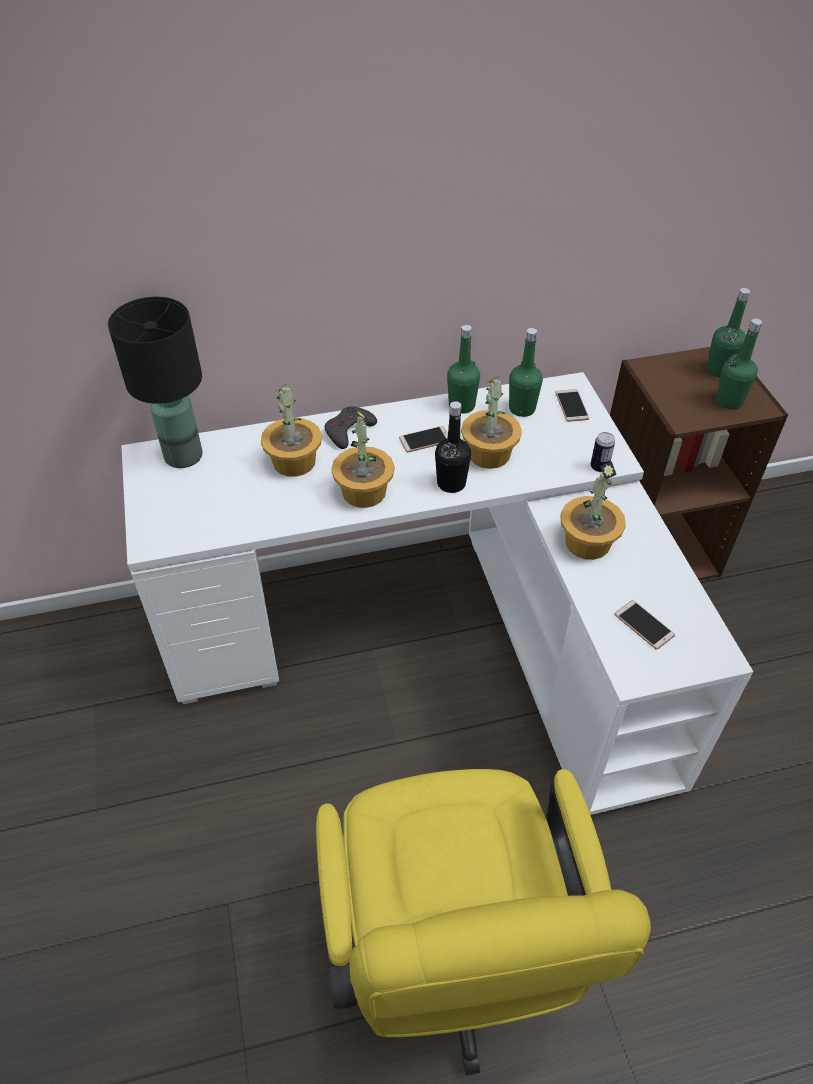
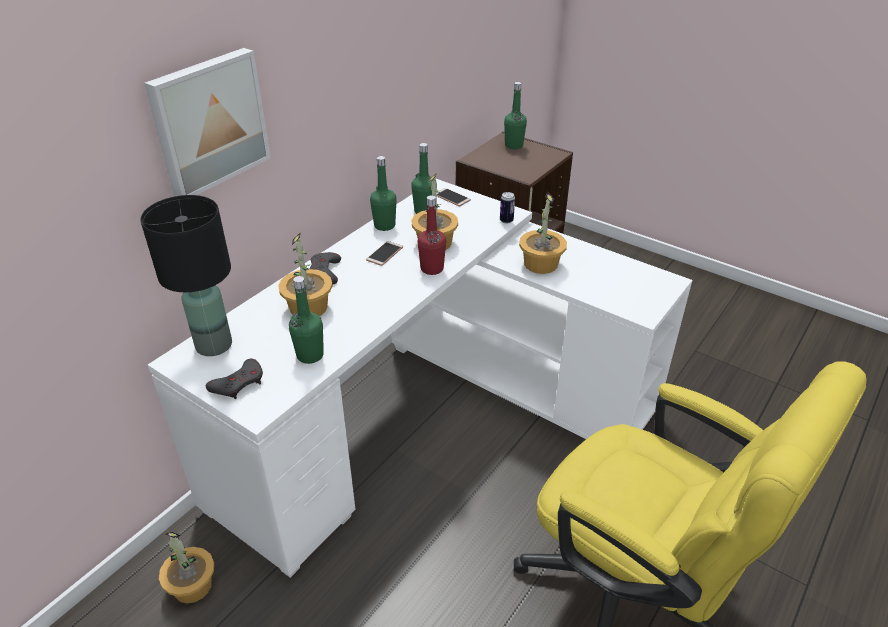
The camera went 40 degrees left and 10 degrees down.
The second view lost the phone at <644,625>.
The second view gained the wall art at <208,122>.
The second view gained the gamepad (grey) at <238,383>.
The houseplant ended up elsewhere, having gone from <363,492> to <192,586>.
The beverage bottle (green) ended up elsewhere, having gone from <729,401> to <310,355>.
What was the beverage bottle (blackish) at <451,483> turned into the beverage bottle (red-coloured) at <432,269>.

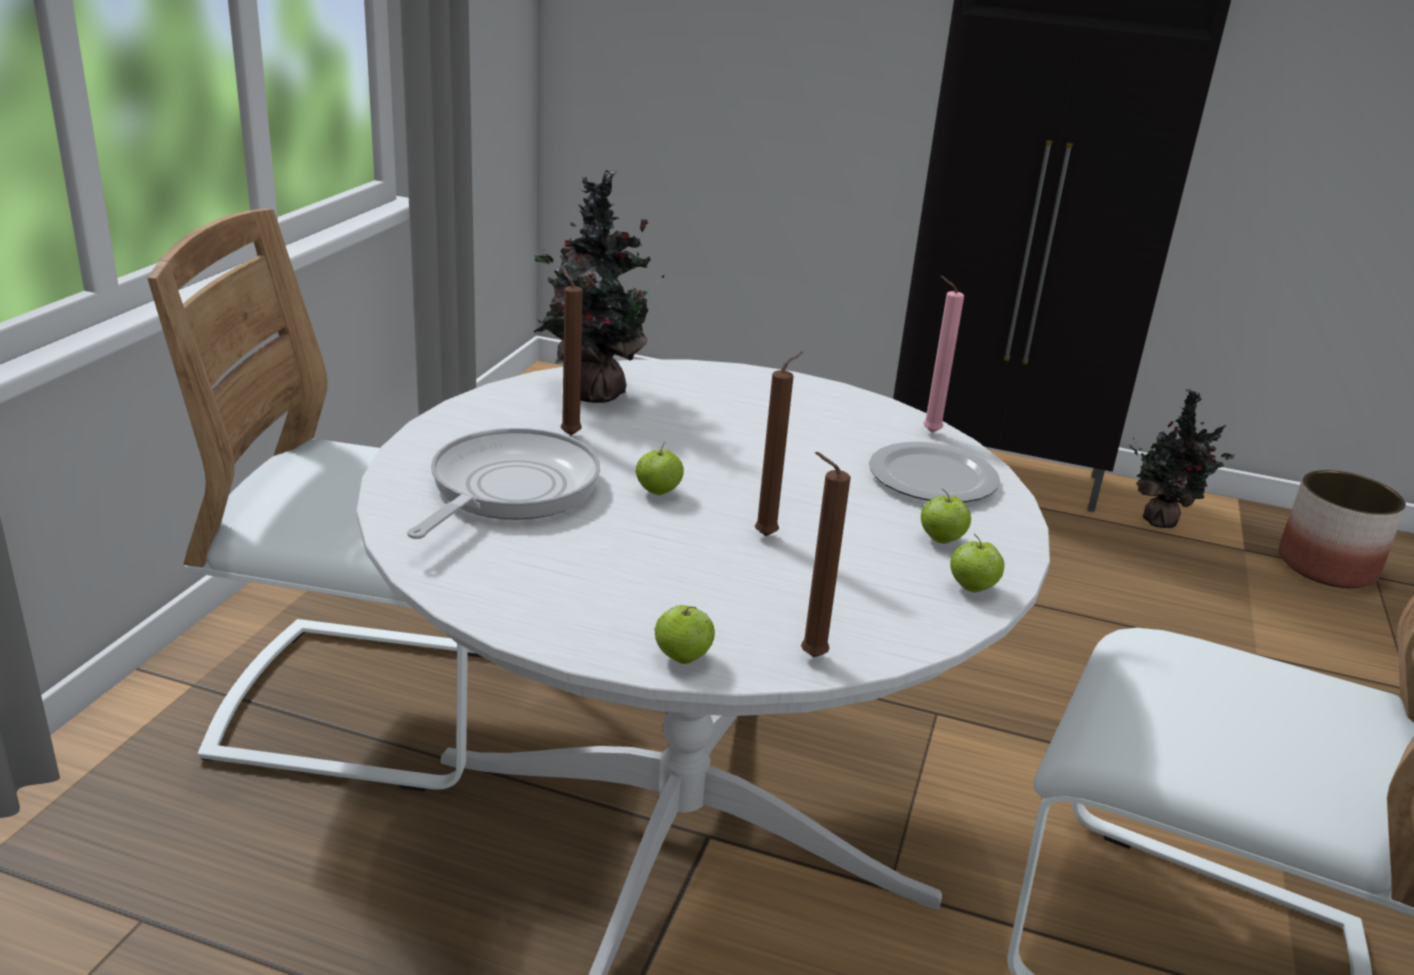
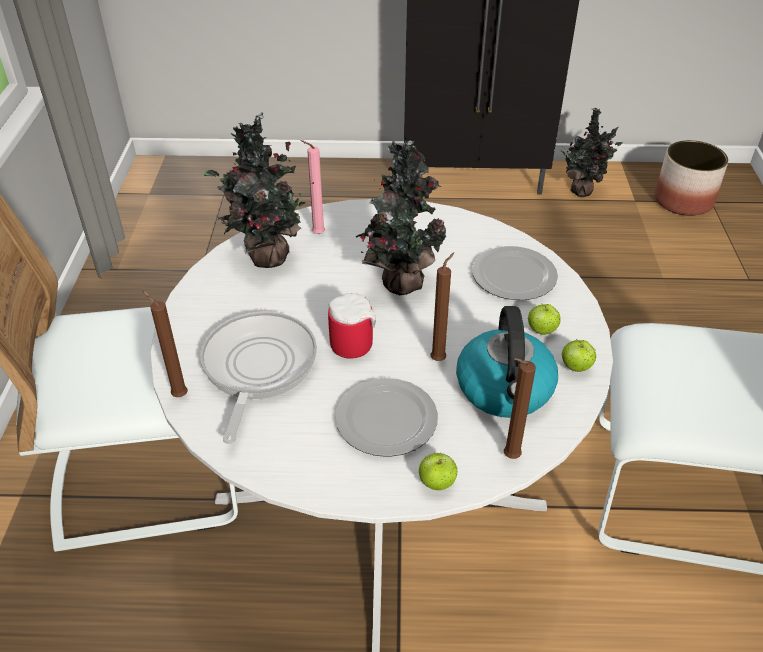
The camera went 15 degrees left and 15 degrees up.
The second view gained the flat dish at <387,418>.
The second view gained the houseplant at <399,282>.
The second view gained the water kettle at <505,390>.
The wax light (brownish) ended up elsewhere, having gone from <568,434> to <178,395>.
The wax light (pink-coloured) ended up elsewhere, having gone from <928,432> to <316,234>.
Where the whole apple stood at <658,492>, the tea mug came to stand at <354,340>.

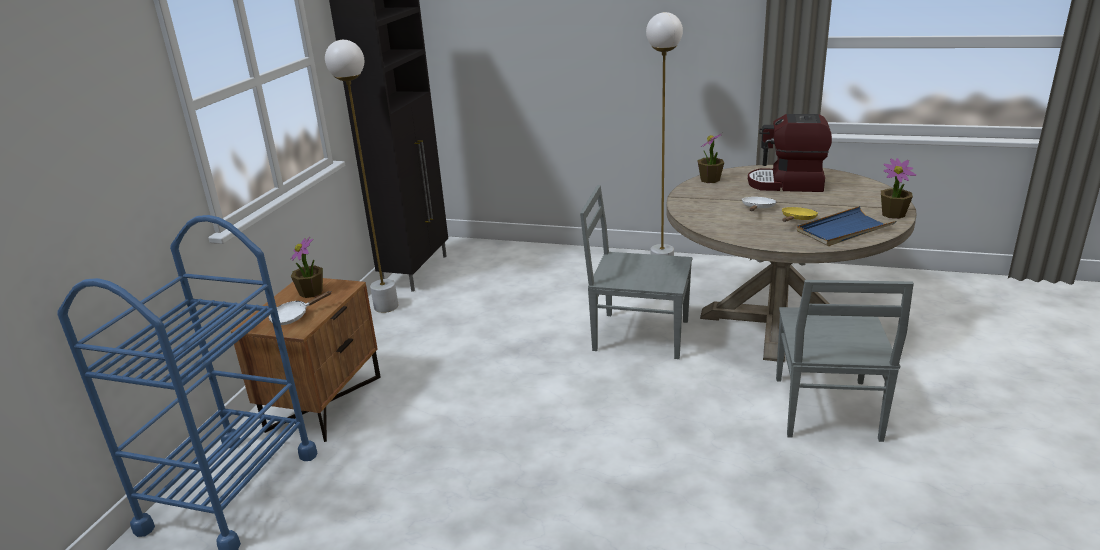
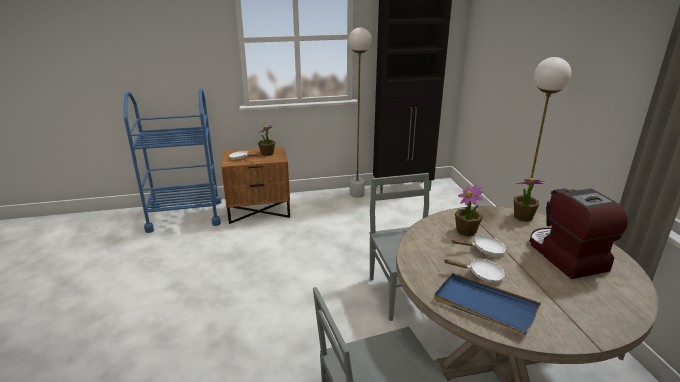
The camera went 60 degrees right and 0 degrees up.
The houseplant ended up elsewhere, having gone from <893,214> to <466,231>.
What was the frying pan (yellow) at <797,219> turned into the frying pan (whitish) at <481,274>.

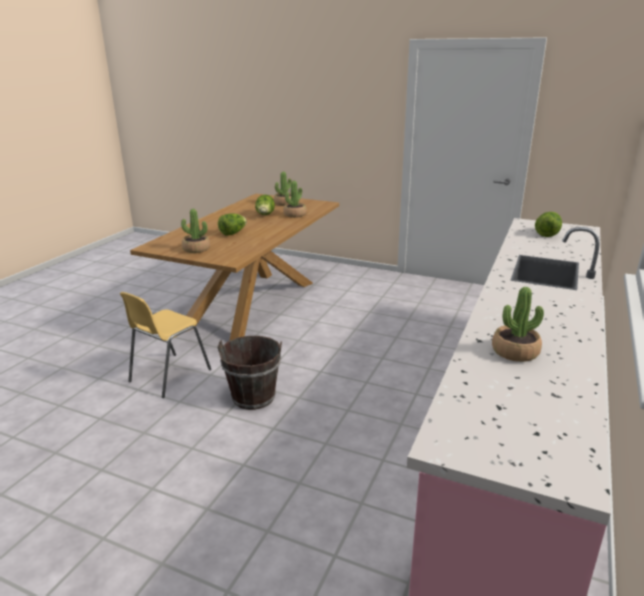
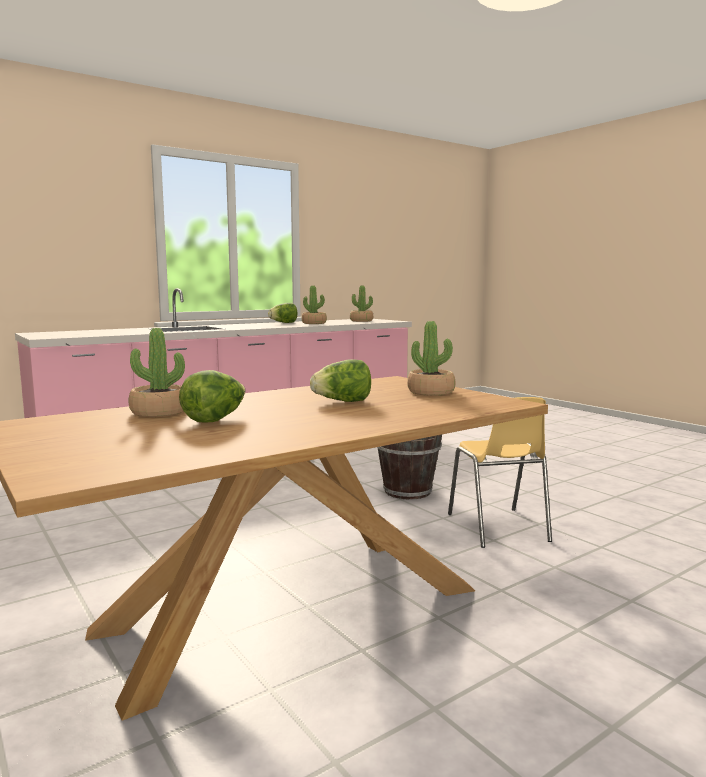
The camera went 150 degrees left and 15 degrees down.
The houseplant ended up elsewhere, having gone from <284,203> to <361,321>.
The lettuce head ended up elsewhere, having gone from <547,234> to <283,323>.
The plain chair (yellow) at <169,375> ended up facing another way, 105 degrees clockwise from before.

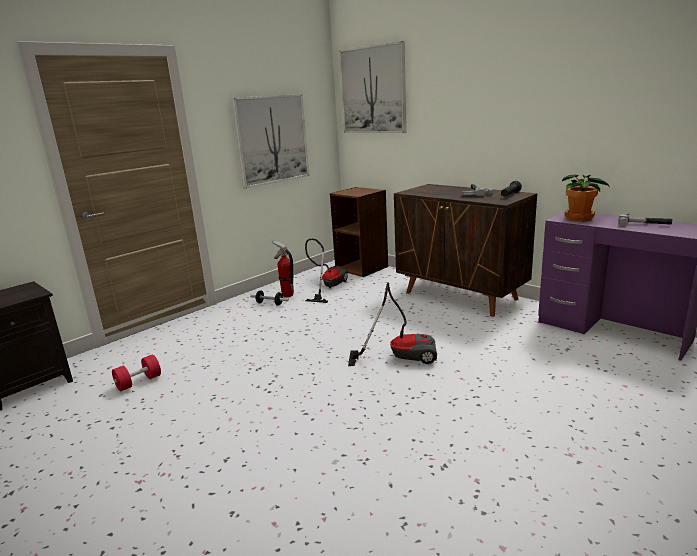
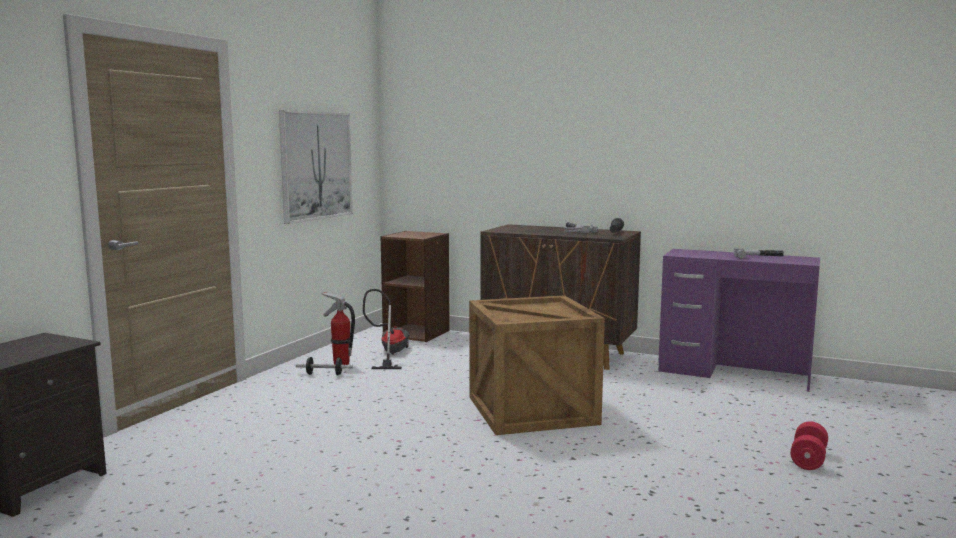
The camera went 20 degrees left and 10 degrees down.
The second view lost the wall art at <373,90>.
The second view lost the houseplant at <580,218>.
The dumbbell (red-coloured) ended up elsewhere, having gone from <139,382> to <808,459>.
Where the vacuum cleaner stood at <401,356>, the crate came to stand at <534,410>.

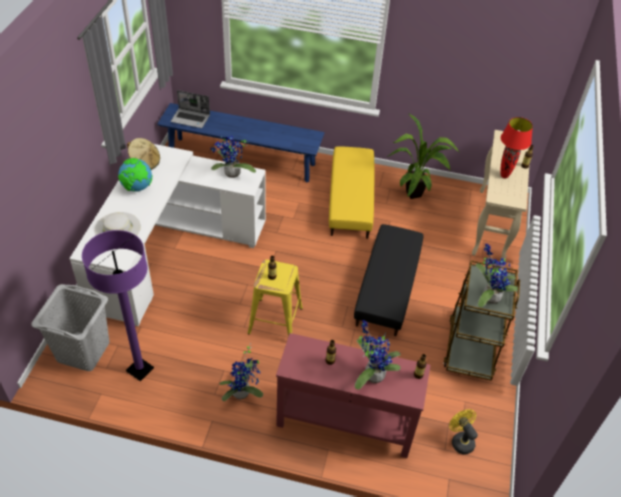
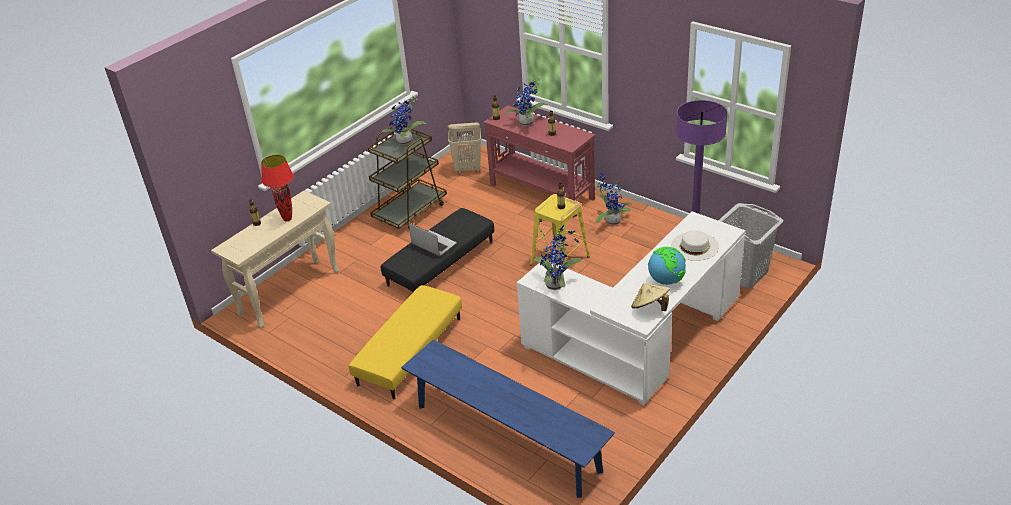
The camera went 150 degrees left and 10 degrees down.
The second view lost the houseplant at <414,196>.
The notebook computer ended up elsewhere, having gone from <191,119> to <433,244>.
Where the cooling fan (yellow) stood at <460,440>, the laundry basket (beige-coloured) came to stand at <468,169>.

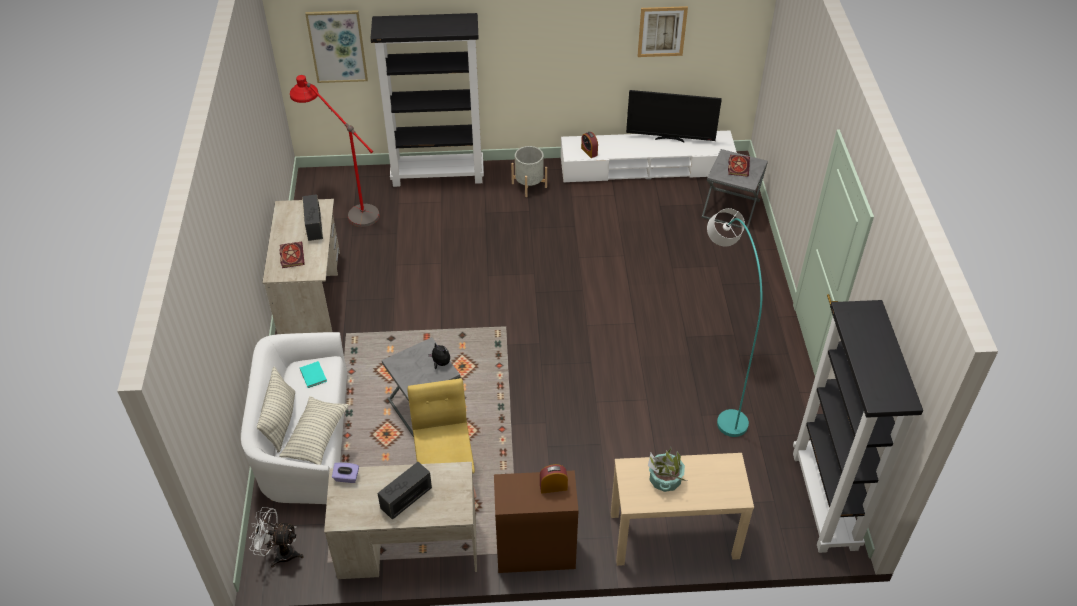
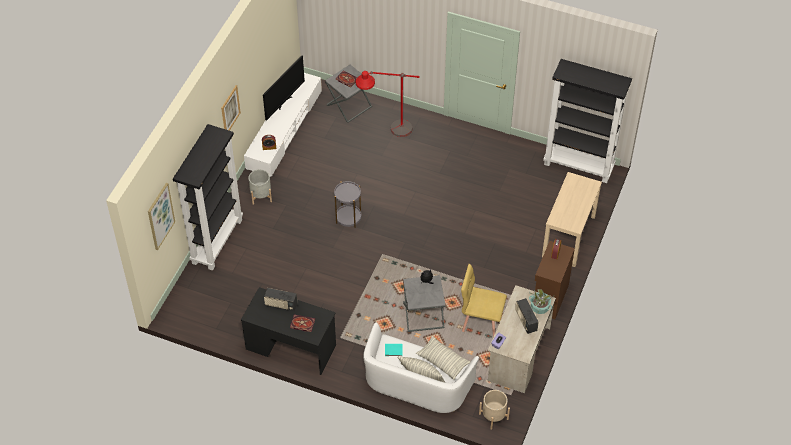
The camera went 65 degrees left and 5 degrees up.
The second view lost the standard lamp (blue-green) at <717,379>.
The second view gained the side table (grey) at <348,218>.
The standard lamp (red-coloured) ended up elsewhere, having gone from <347,206> to <387,134>.
The wall art ended up elsewhere, having gone from <662,31> to <230,110>.
The houseplant ended up elsewhere, having gone from <665,479> to <539,307>.
Where the cooling fan (whitish) stood at <279,553>, the flower pot (beige-coloured) came to stand at <493,416>.
What was the desk unit (beige-coloured) at <310,293> turned into the desk unit (blackish) at <291,347>.

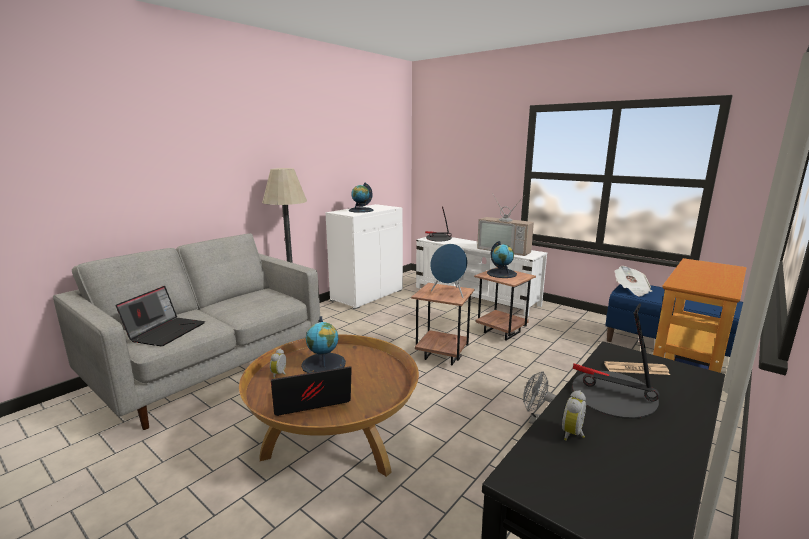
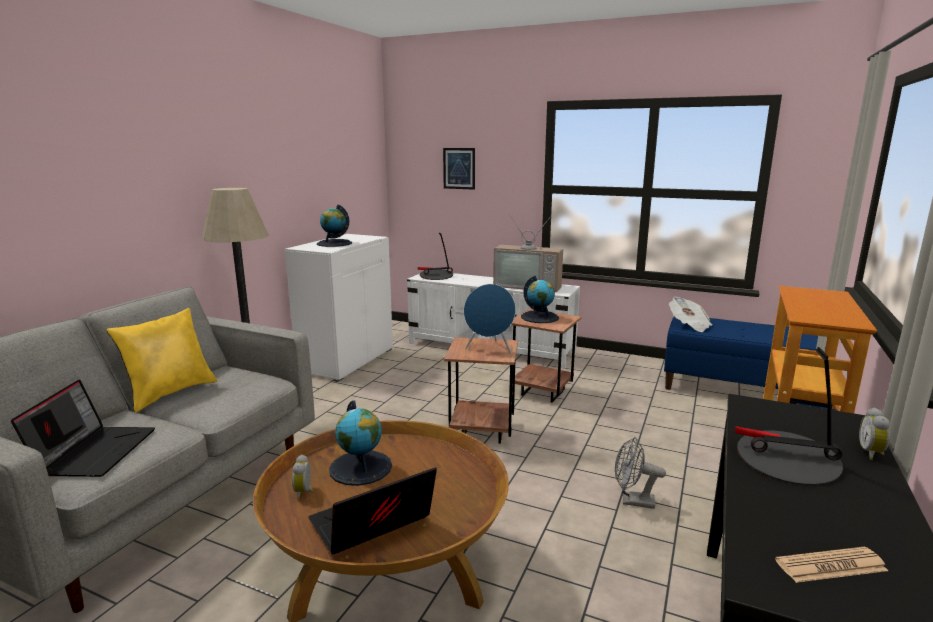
The camera went 15 degrees left and 0 degrees up.
The second view gained the cushion (yellow) at <171,393>.
The second view gained the wall art at <459,168>.
The bedside clock ended up elsewhere, having gone from <574,434> to <872,453>.
The newspaper ended up elsewhere, having gone from <636,369> to <830,566>.

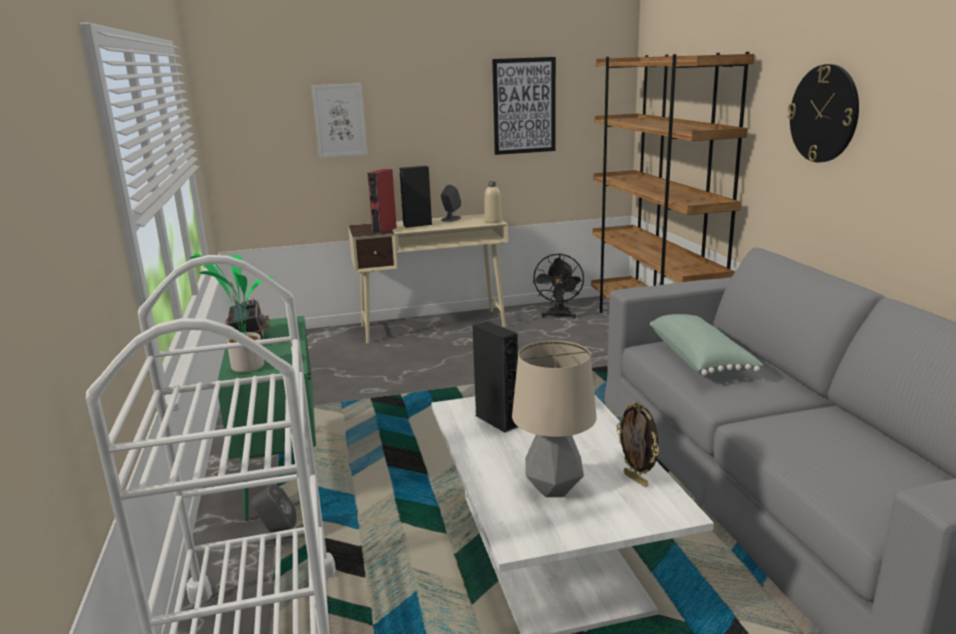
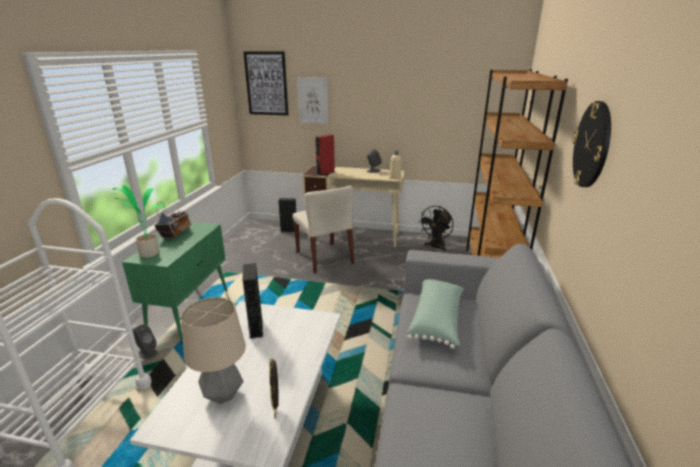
The camera went 25 degrees right and 5 degrees up.
The second view gained the plain chair (beige-coloured) at <324,257>.
The audio speaker (blackish) ended up elsewhere, having gone from <417,225> to <289,230>.
The wall art ended up elsewhere, having gone from <524,106> to <266,84>.

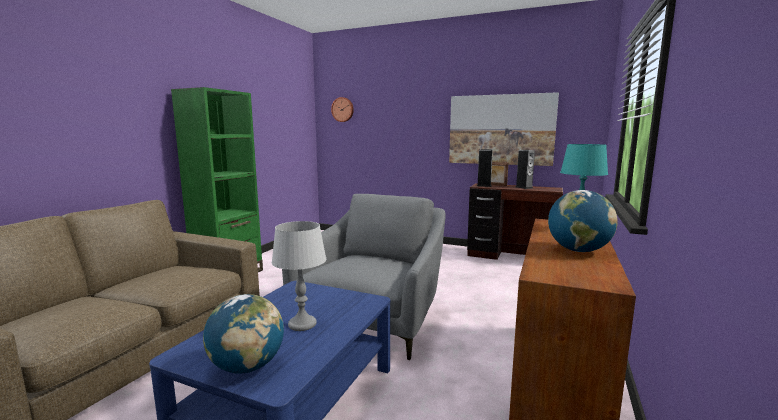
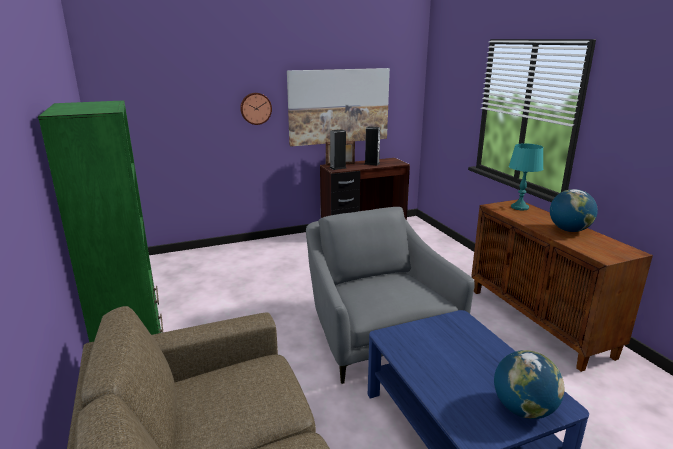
The camera went 45 degrees left and 10 degrees up.
The second view lost the lamp for a table (grey) at <302,324>.
The hanging clock ended up elsewhere, having gone from <343,109> to <255,108>.

